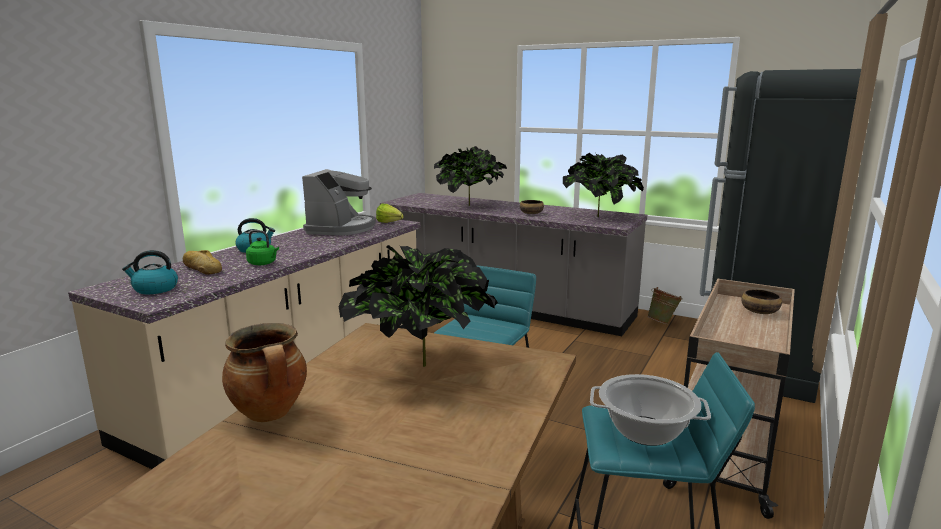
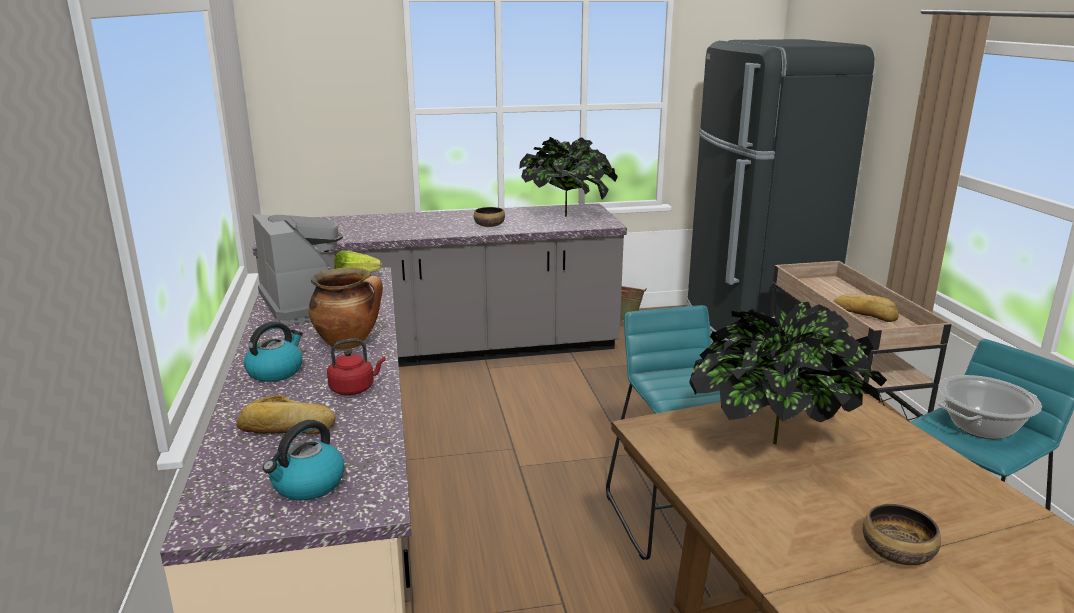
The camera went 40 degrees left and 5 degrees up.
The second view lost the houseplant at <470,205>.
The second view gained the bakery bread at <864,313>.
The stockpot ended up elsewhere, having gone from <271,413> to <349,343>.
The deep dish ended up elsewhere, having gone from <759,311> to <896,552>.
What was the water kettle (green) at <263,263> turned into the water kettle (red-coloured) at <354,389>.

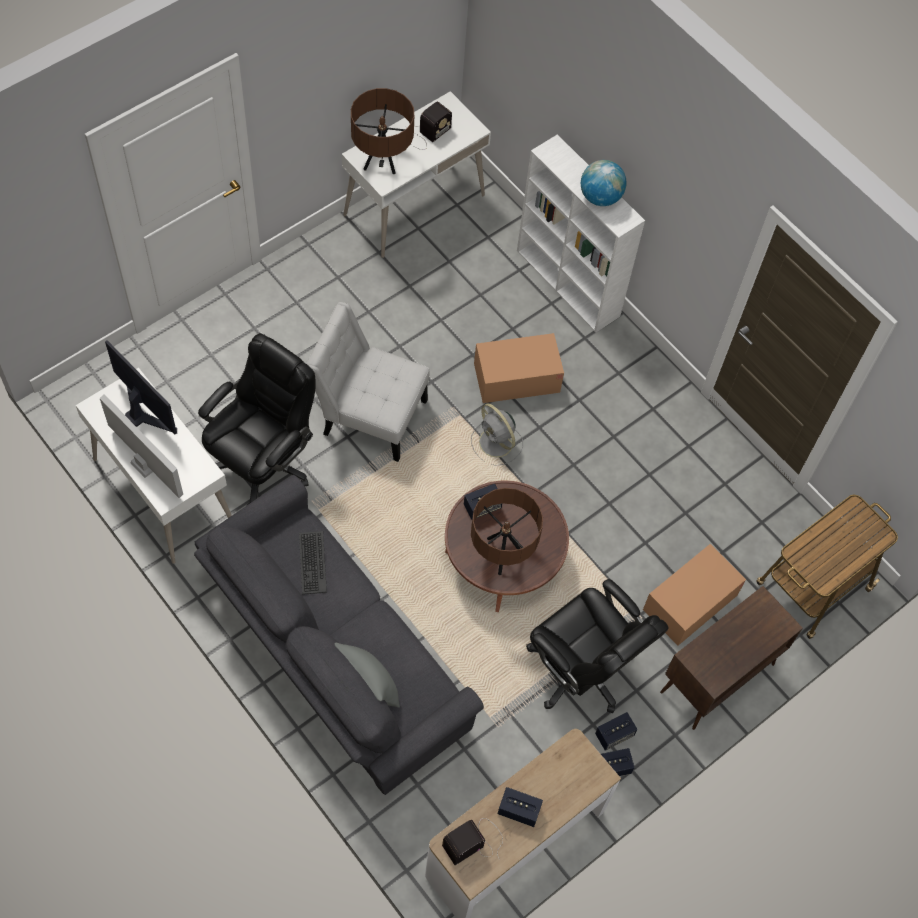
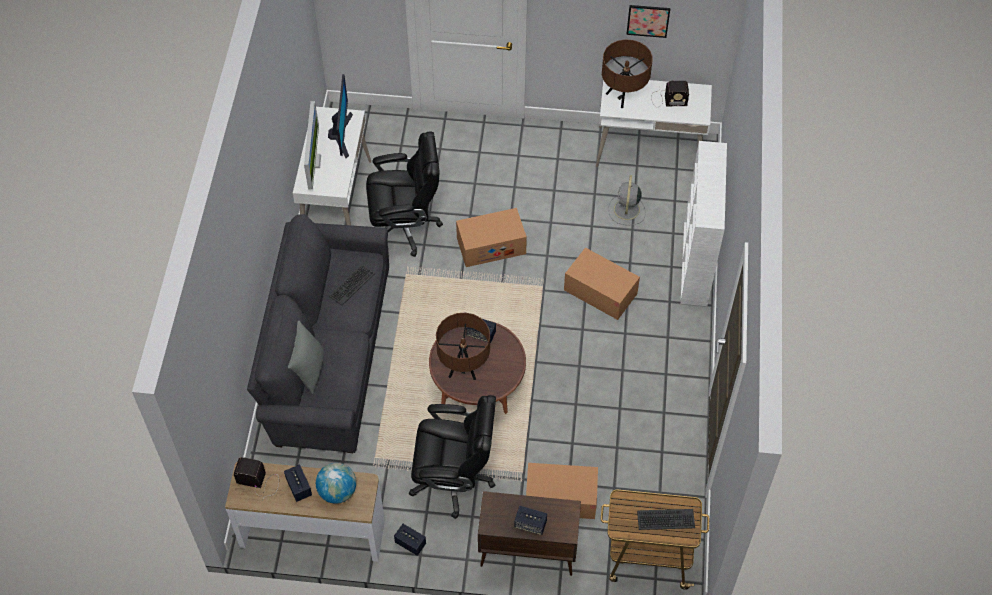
The camera went 50 degrees right and 5 degrees down.
The second view gained the wall art at <648,20>.
The second view gained the PC keyboard at <665,520>.
The cooling fan (grey) ended up elsewhere, having gone from <497,443> to <626,210>.
The globe ended up elsewhere, having gone from <600,197> to <337,491>.
The audio speaker ended up elsewhere, having gone from <614,735> to <530,524>.
Where the plain chair (whitish) stood at <369,414>, the cardboard box came to stand at <491,246>.
The office chair (blackish) at <582,670> ended up facing another way, 90 degrees counterclockwise from before.

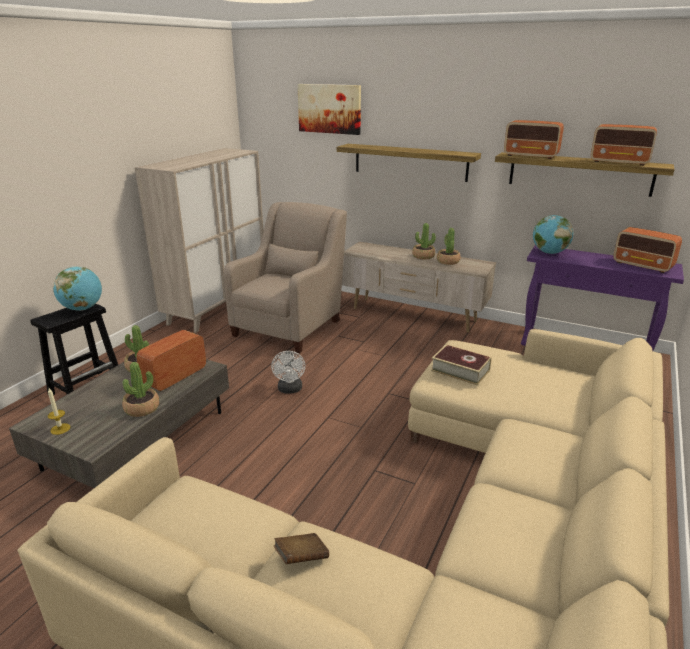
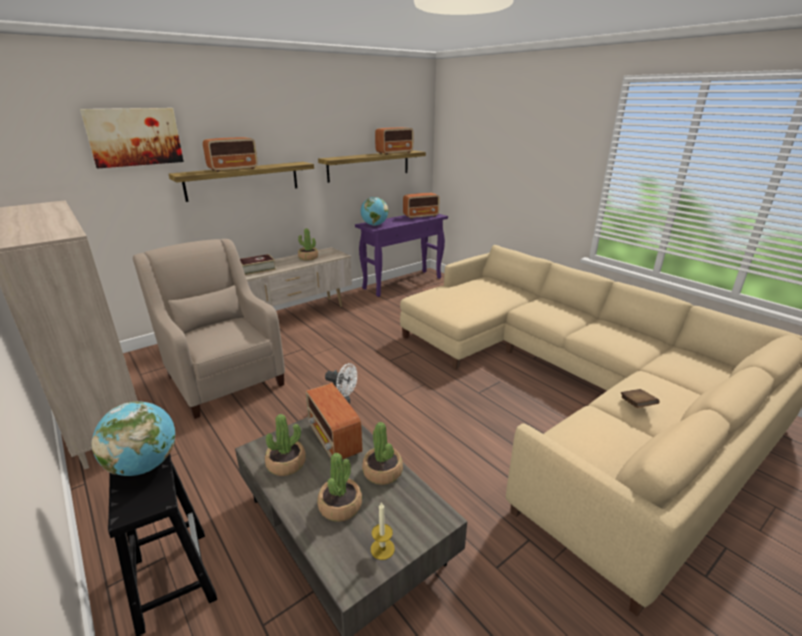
The camera went 65 degrees left and 0 degrees up.
The houseplant ended up elsewhere, having gone from <423,256> to <340,506>.
The bound book ended up elsewhere, having gone from <460,370> to <257,269>.
The radio receiver ended up elsewhere, having gone from <531,156> to <233,169>.

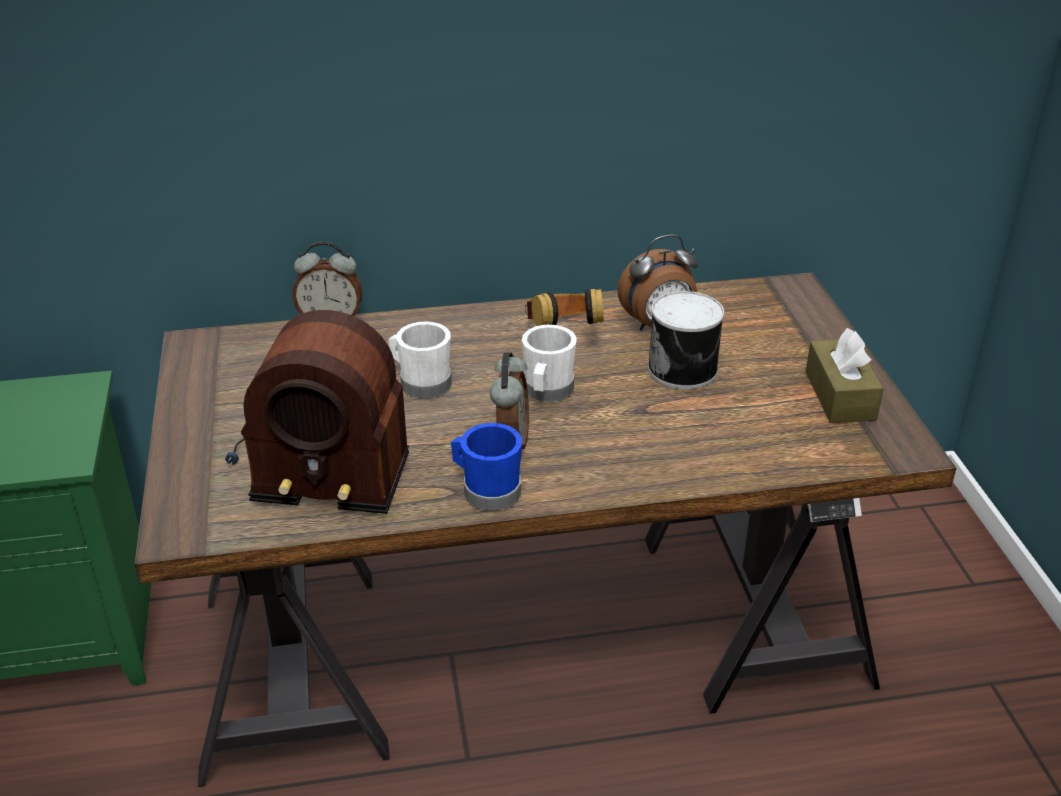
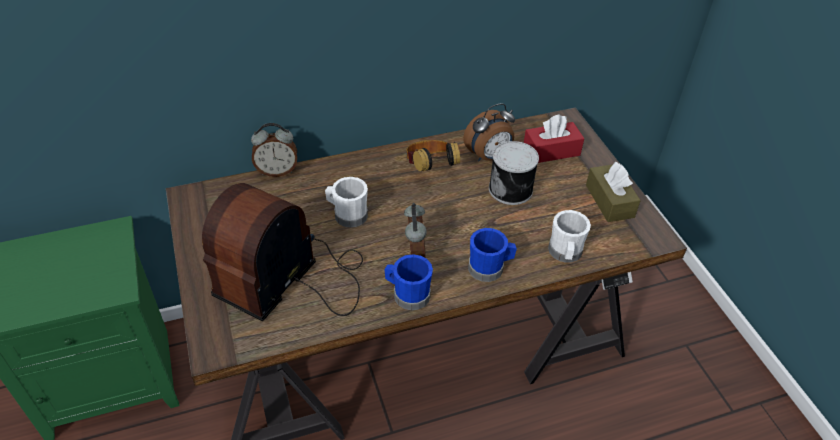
The camera went 10 degrees left and 10 degrees up.
The second view gained the tea mug (blue) at <489,268>.
The second view gained the tissue box (red-coloured) at <551,151>.
The tea mug (whitish) ended up elsewhere, having gone from <546,392> to <565,253>.
The radio receiver at <318,455> ended up facing another way, 120 degrees clockwise from before.

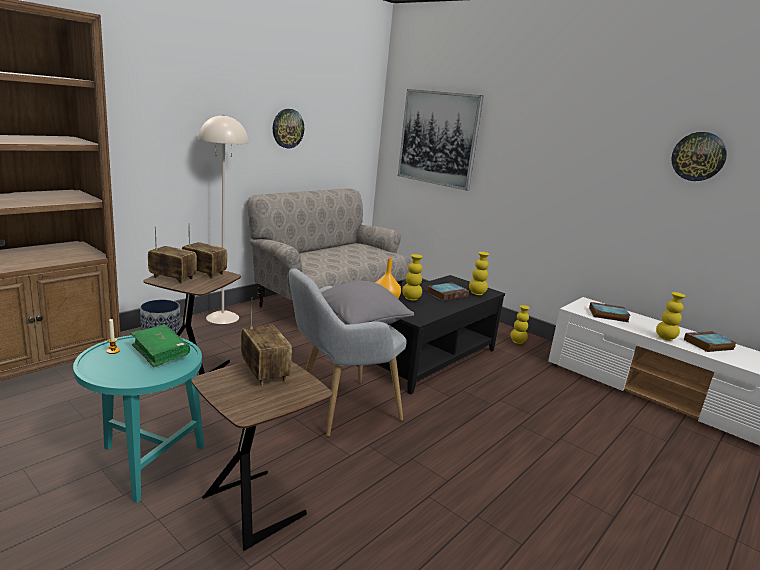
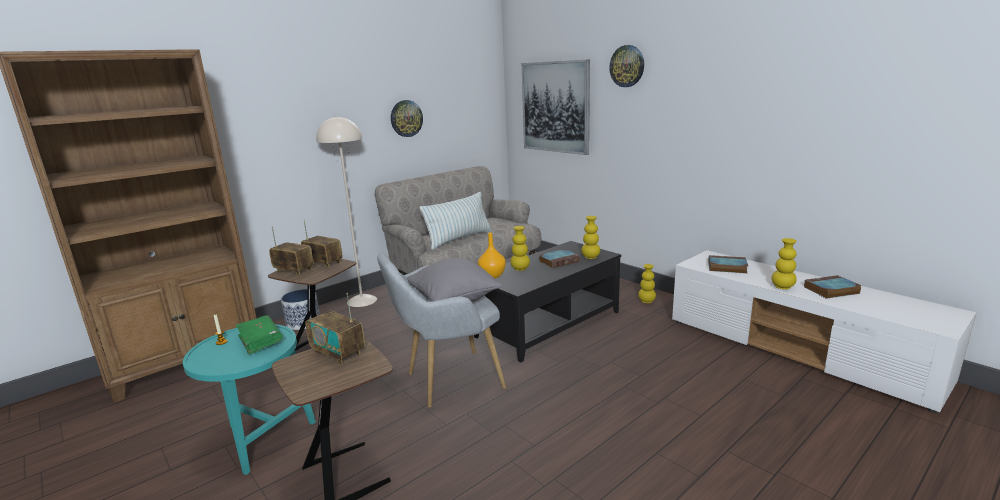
The camera went 10 degrees right and 0 degrees up.
The second view gained the cushion at <459,239>.
The hanging clock ended up elsewhere, having gone from <698,156> to <627,66>.
The radio receiver at <264,372> ended up facing another way, 150 degrees clockwise from before.

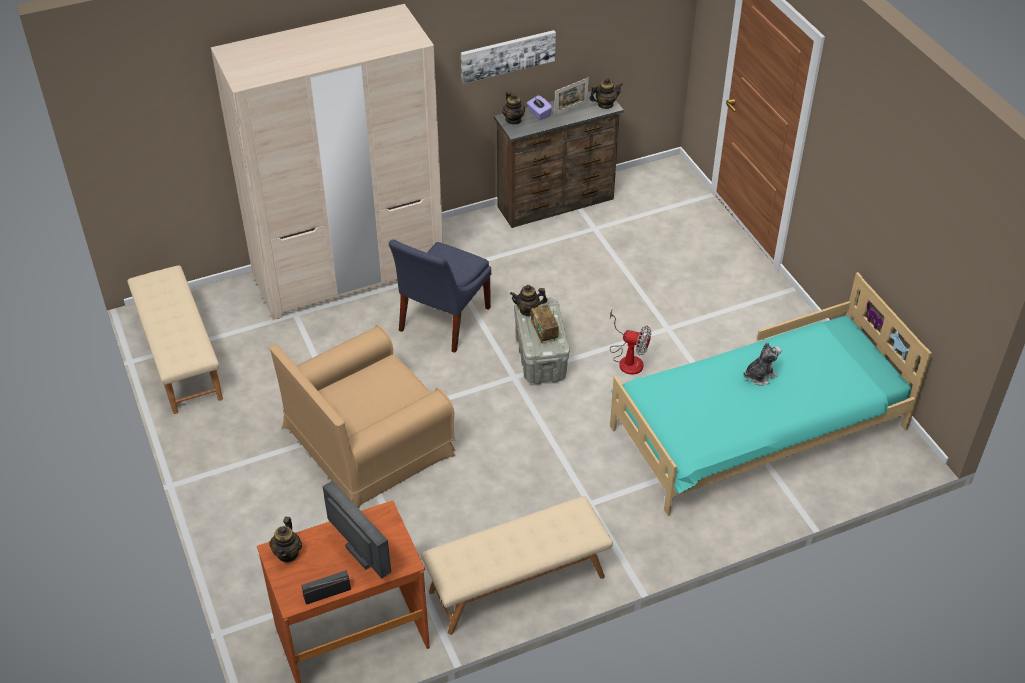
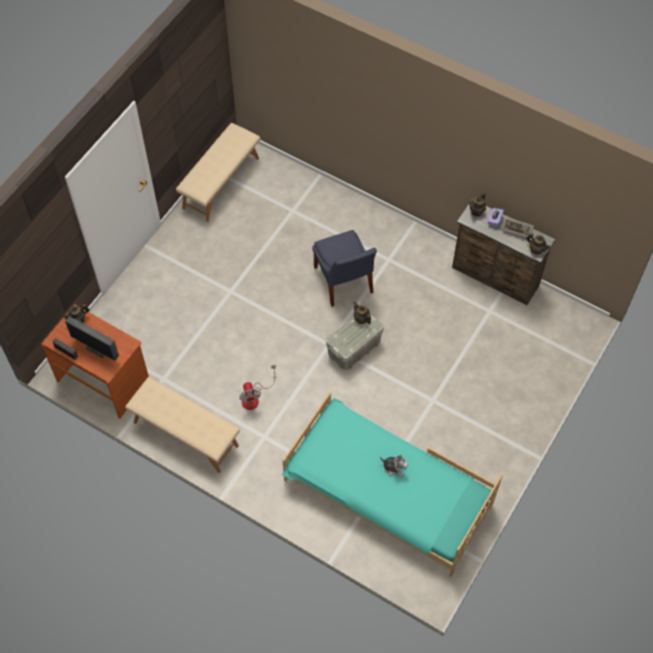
The camera went 55 degrees right and 15 degrees up.
The second view lost the clothes cupboard (beige-coloured) at <348,272>.
The second view lost the easy chair (brownish) at <367,440>.
The second view lost the wall art at <507,55>.
The second view lost the radio receiver at <544,332>.
The cooling fan ended up elsewhere, having gone from <628,359> to <254,397>.
The monitor at <359,556> ended up facing another way, 105 degrees clockwise from before.
The plain chair (blue) at <442,321> ended up facing another way, 105 degrees counterclockwise from before.

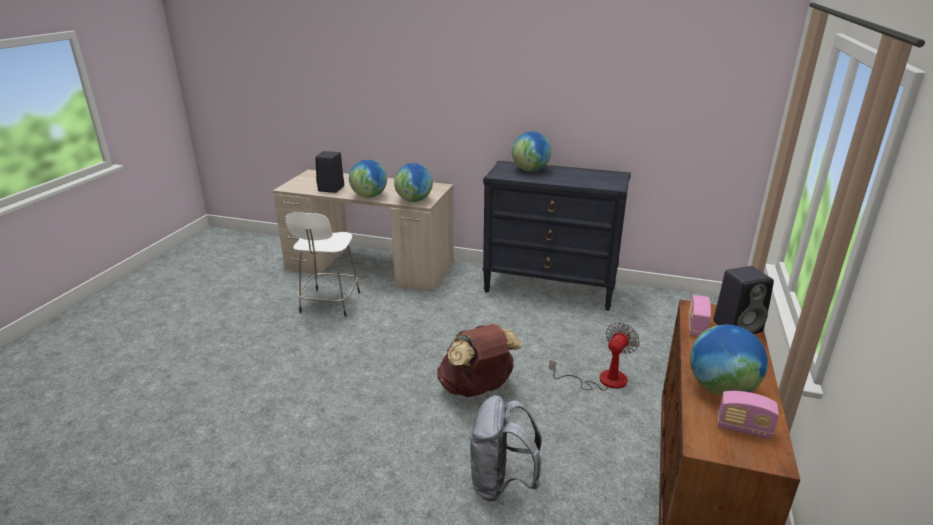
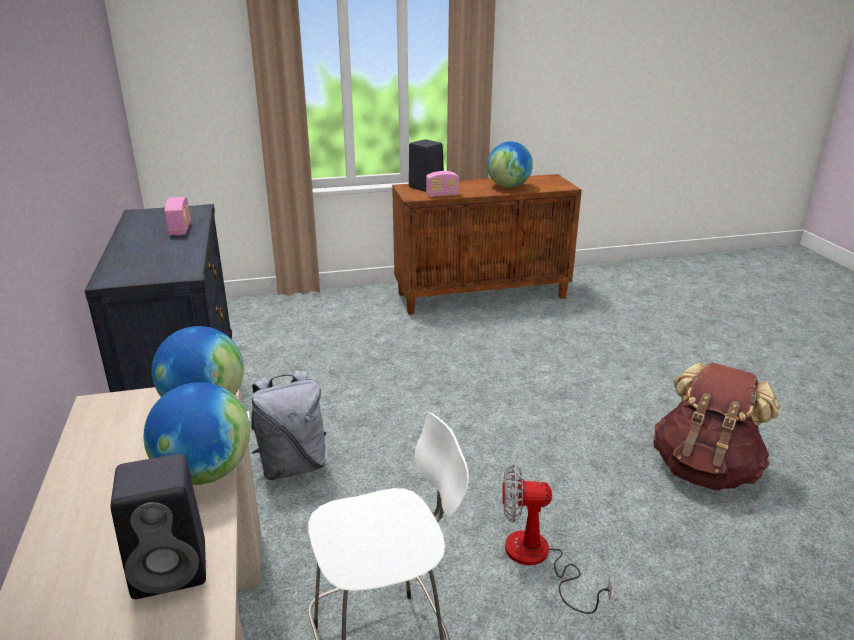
The camera went 120 degrees left and 0 degrees up.
The second view lost the globe at <530,170>.
The rucksack (brownish) ended up elsewhere, having gone from <477,389> to <705,469>.
The rucksack (grey) ended up elsewhere, having gone from <501,483> to <293,465>.
The cooling fan ended up elsewhere, having gone from <602,380> to <538,559>.
The radio receiver ended up elsewhere, having gone from <743,428> to <180,229>.

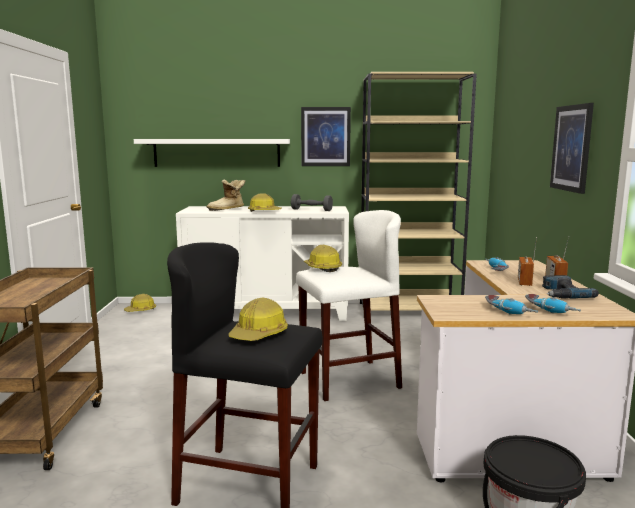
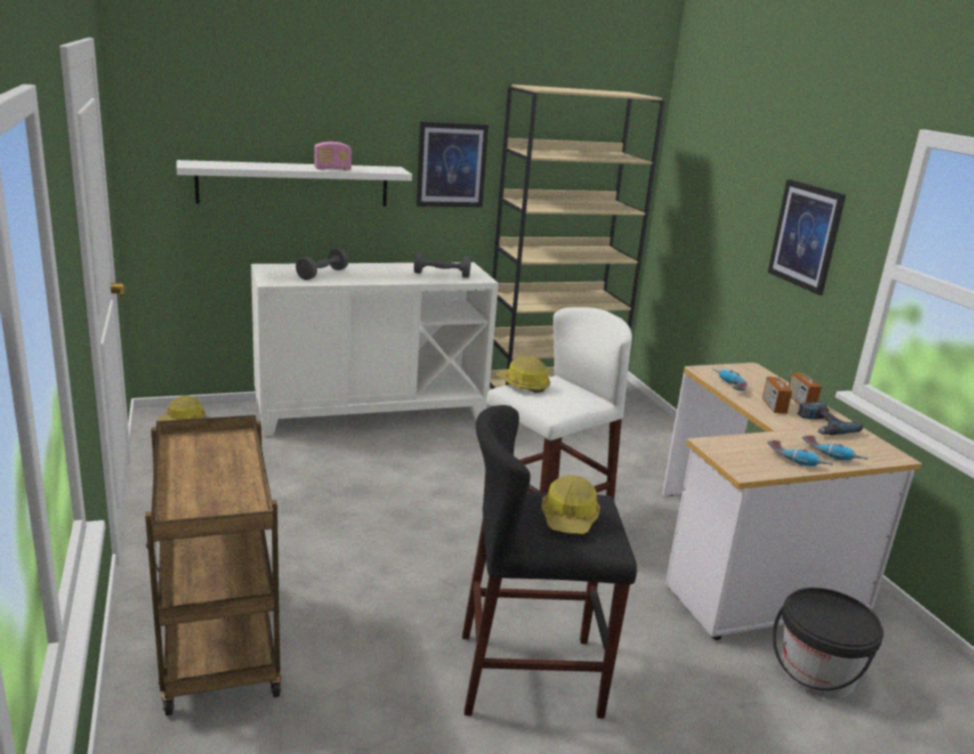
The camera went 20 degrees left and 10 degrees up.
The second view lost the work helmet at <264,211>.
The second view gained the radio receiver at <332,169>.
Where the tall boot stood at <227,209>, the dumbbell (grey) came to stand at <322,274>.

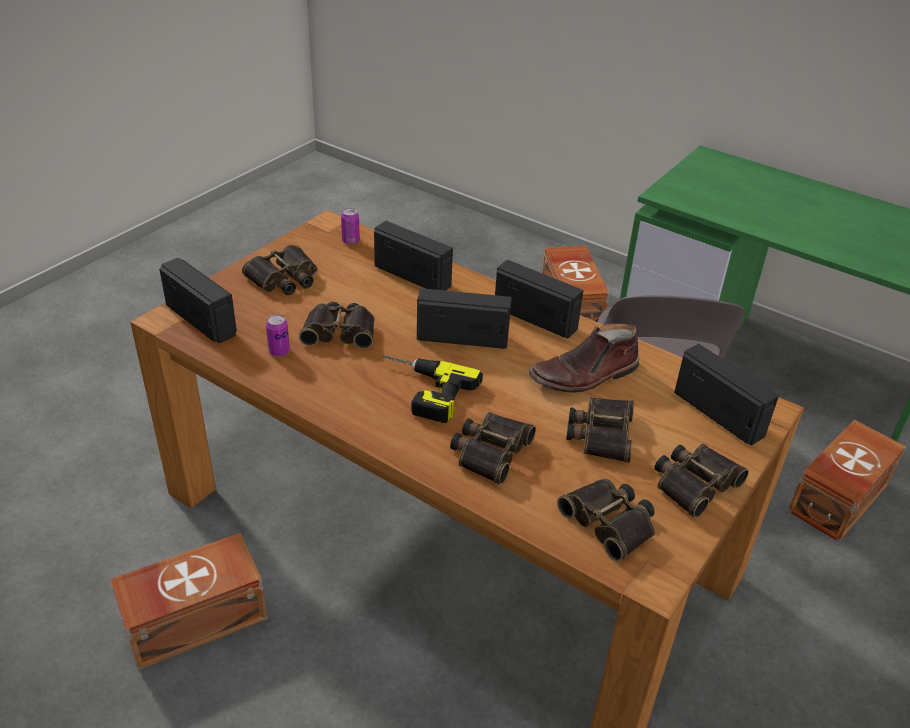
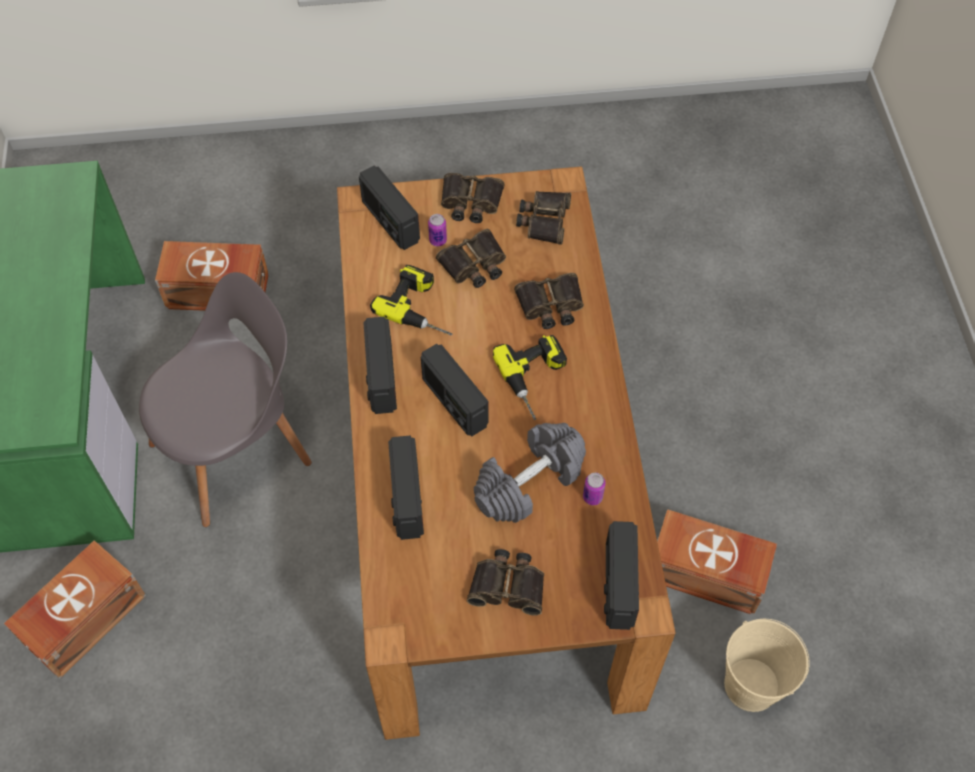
The camera went 130 degrees left and 20 degrees up.
The second view gained the bucket (beige-coloured) at <750,685>.
The sealed can ended up elsewhere, having gone from <350,241> to <438,240>.
Where the binoculars stood at <340,331>, the dumbbell (grey) came to stand at <529,481>.
Where the tall boot (brownish) stood at <584,376>, the drill came to stand at <422,307>.
The radio receiver at <719,413> ended up facing another way, 45 degrees counterclockwise from before.

